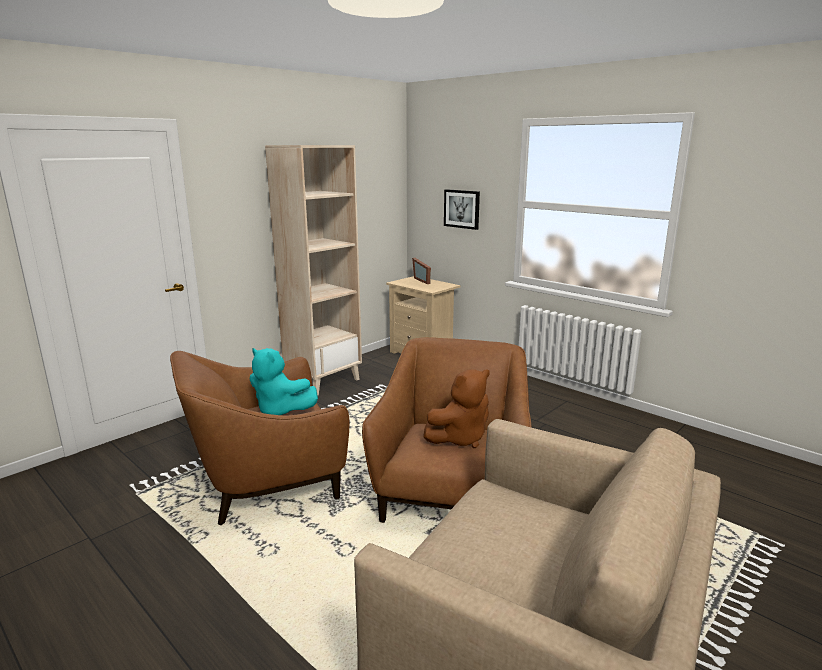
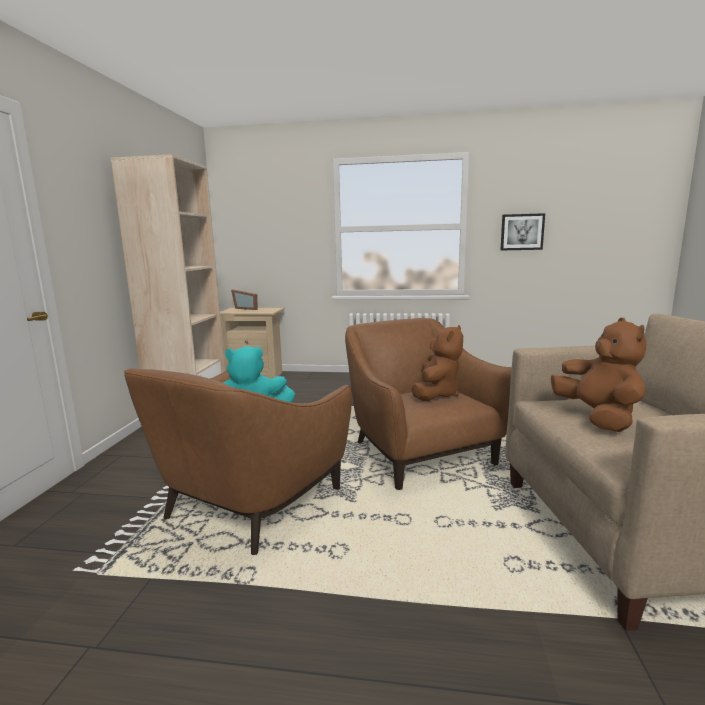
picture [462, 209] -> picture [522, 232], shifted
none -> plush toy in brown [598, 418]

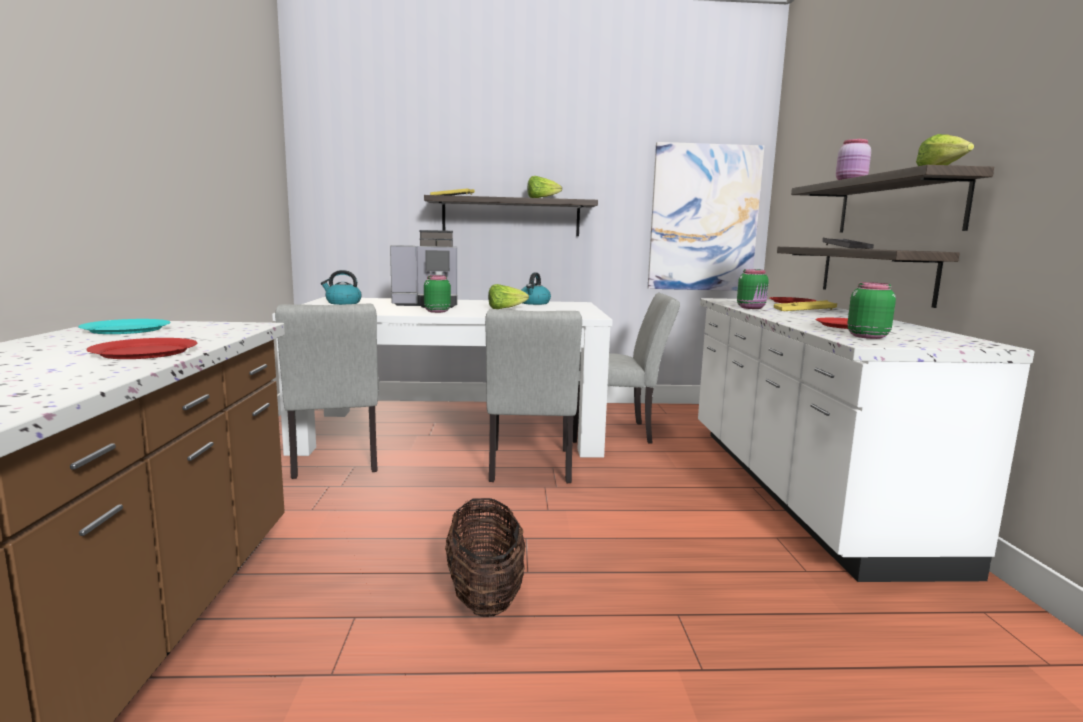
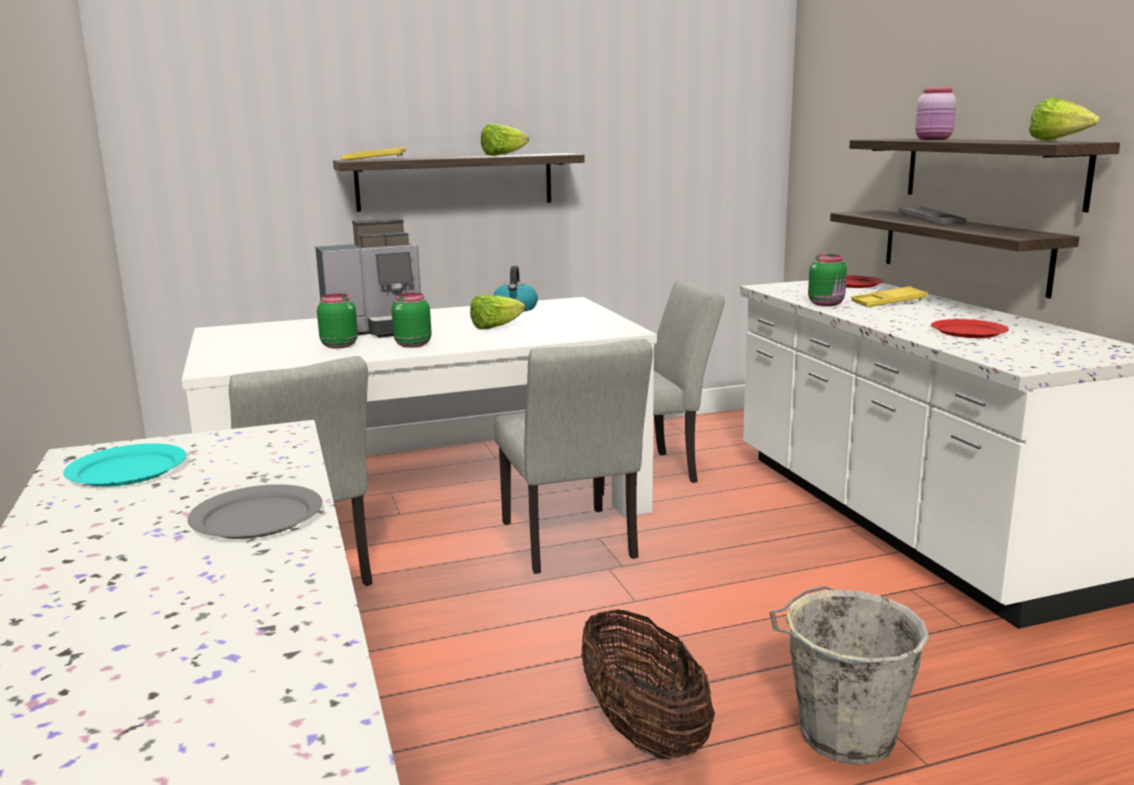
plate in red [145, 352] -> plate in grey [258, 517]
kettle [343, 303] -> none
picture [703, 218] -> none
jar in green [866, 336] -> jar in green [339, 345], shifted
none -> bucket in grey [842, 734]

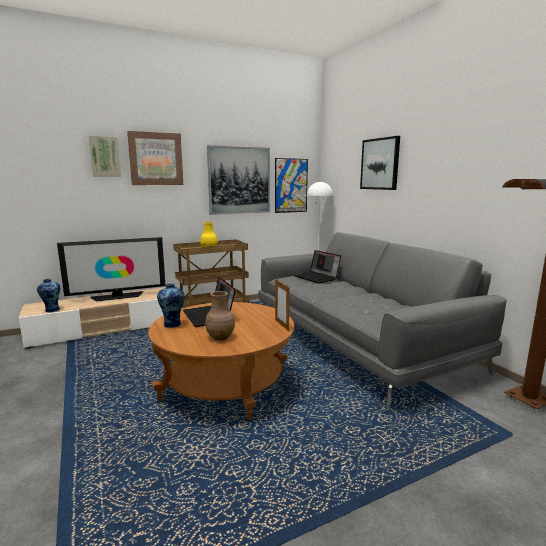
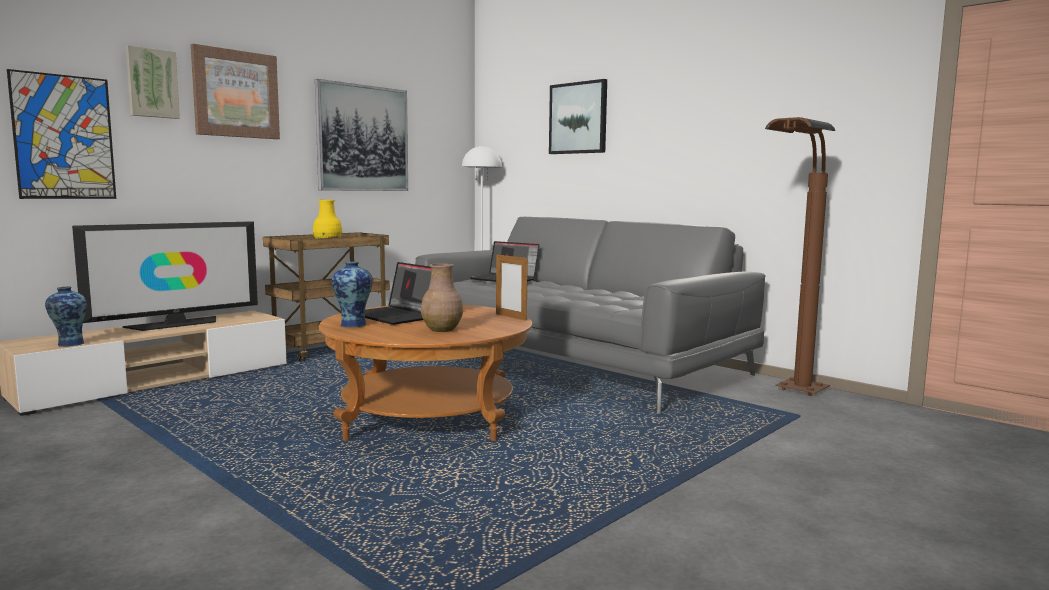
picture [291, 185] -> picture [64, 137], shifted

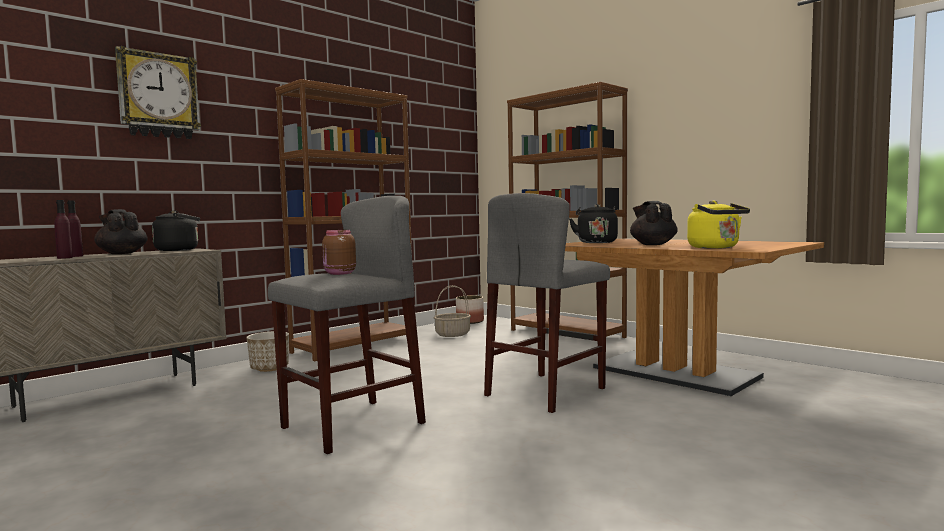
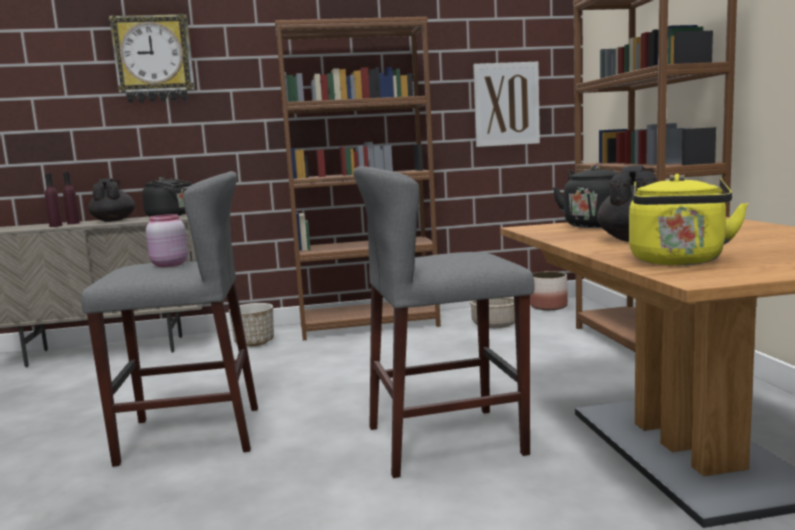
jar in brown [339, 273] -> jar in pink [168, 265]
none -> picture [506, 104]

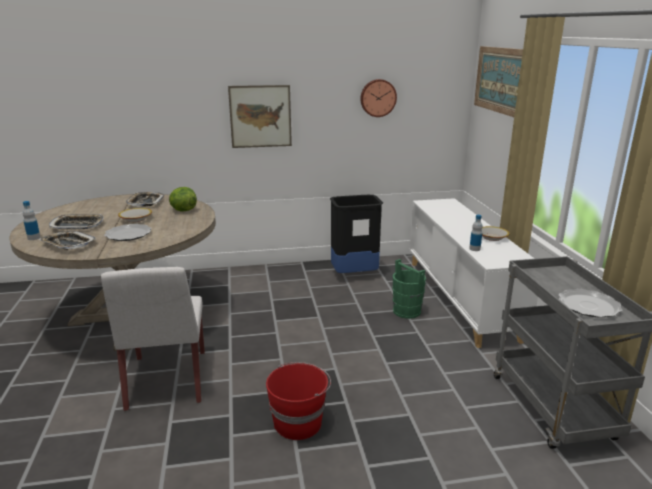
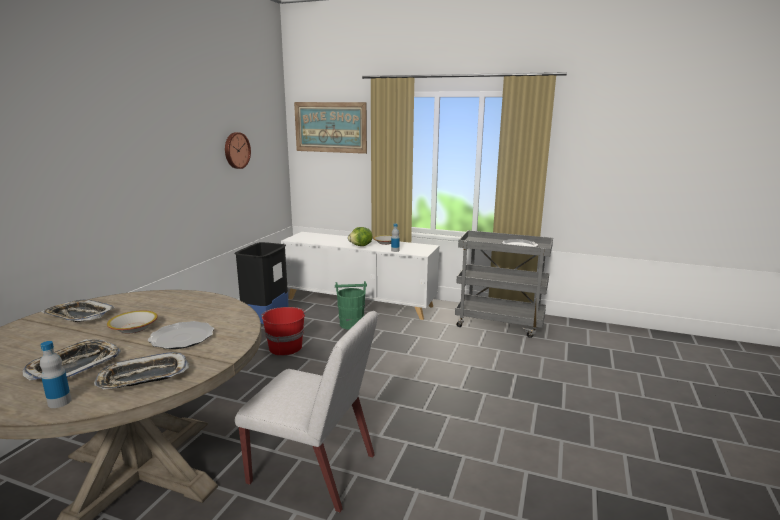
lettuce [183, 210] -> lettuce [361, 246], shifted
picture [260, 116] -> none
bucket in red [298, 422] -> bucket in red [285, 347], shifted

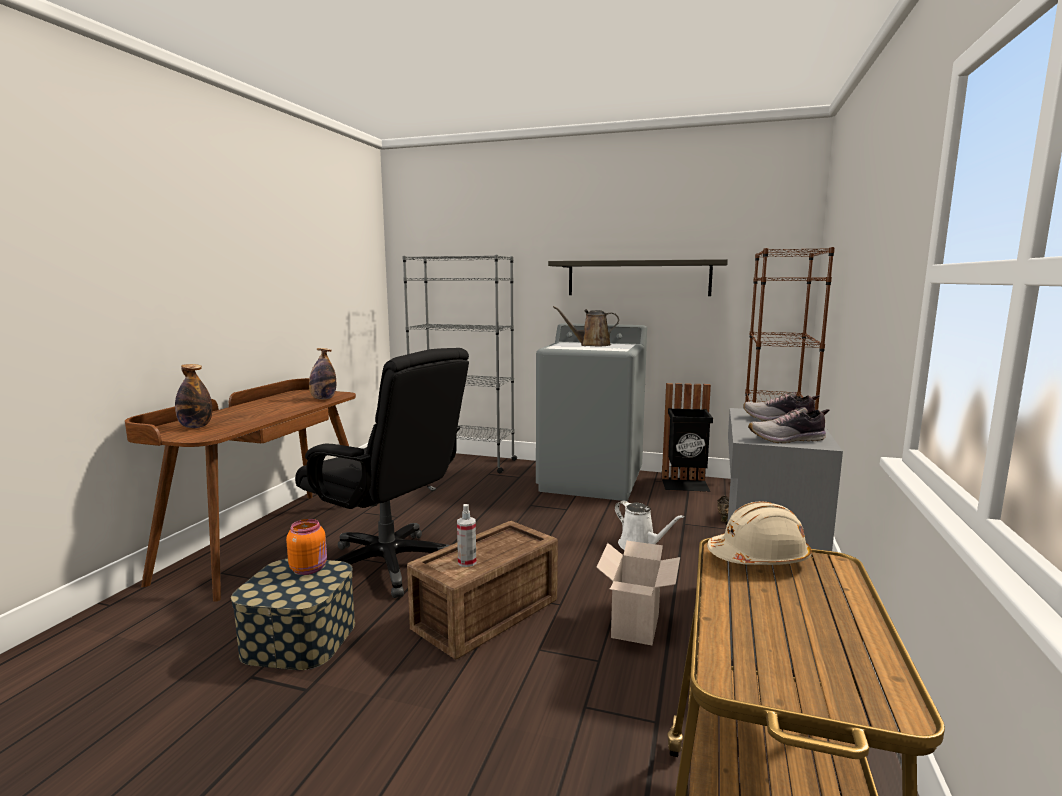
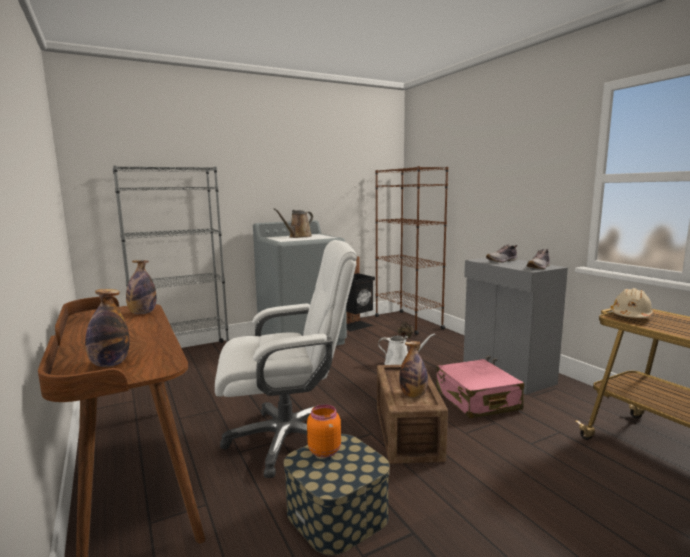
office chair in black [389, 564] -> office chair in white [287, 439]
spray bottle [467, 562] -> bottle [413, 395]
shelf [638, 278] -> none
cardboard box [637, 627] -> suitcase in pink [477, 400]

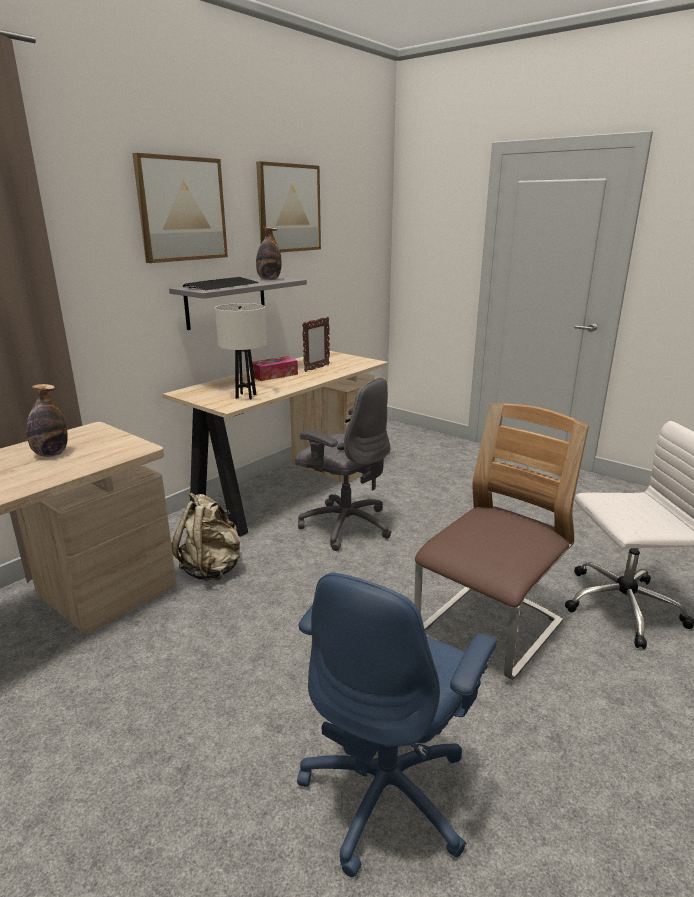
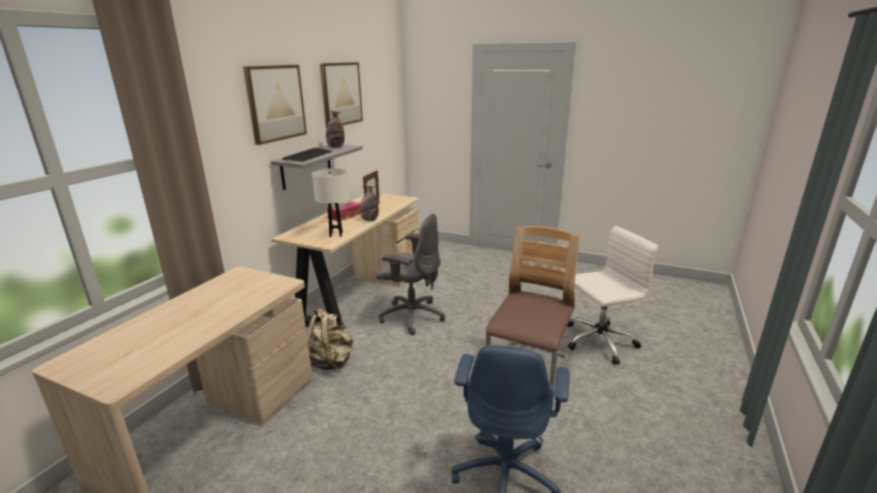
bottle [51, 454] -> bottle [369, 220], shifted

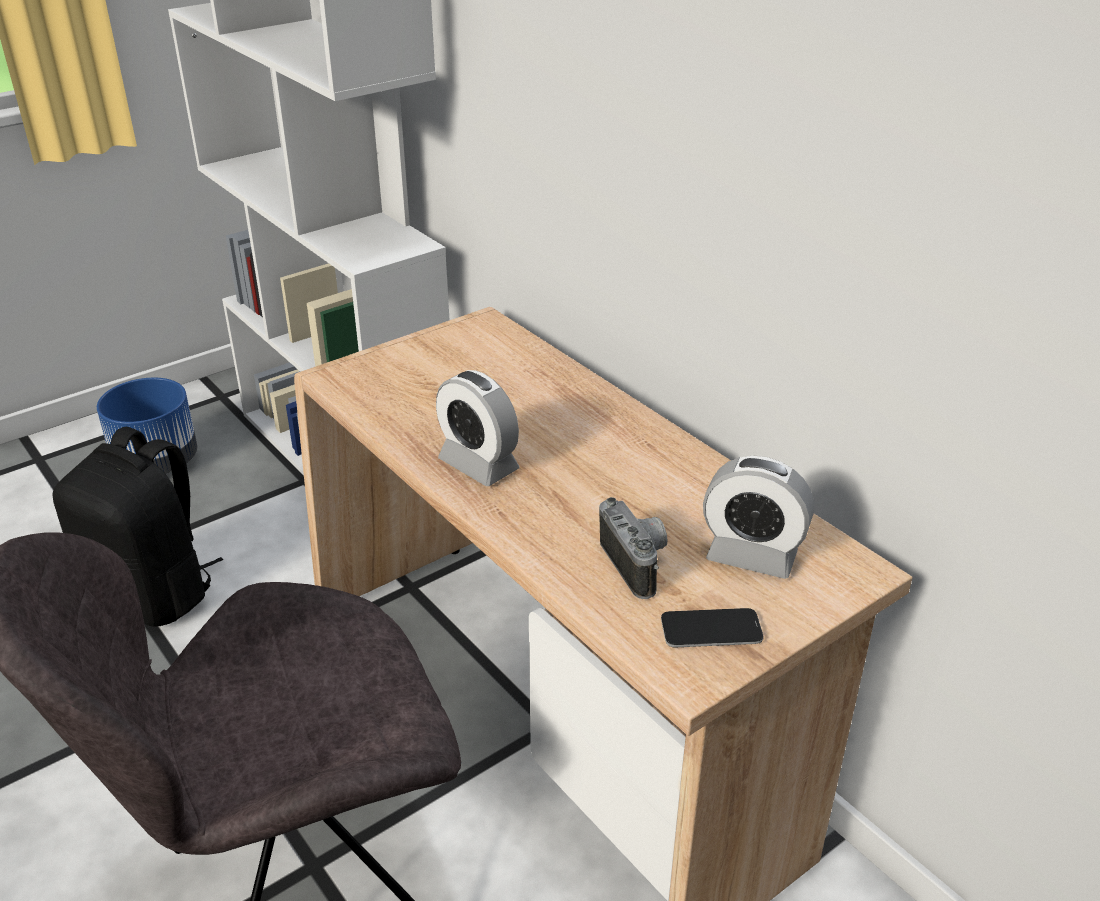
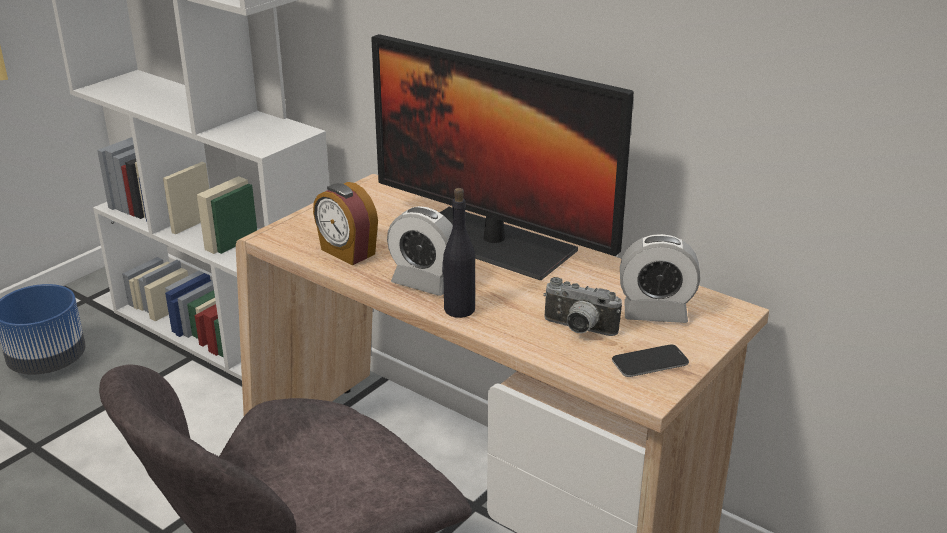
backpack in black [154, 593] -> none
photo camera [638, 564] -> photo camera [578, 330], 150 degrees clockwise
none -> alarm clock [347, 252]
none -> monitor [492, 243]
none -> bottle in black [459, 309]

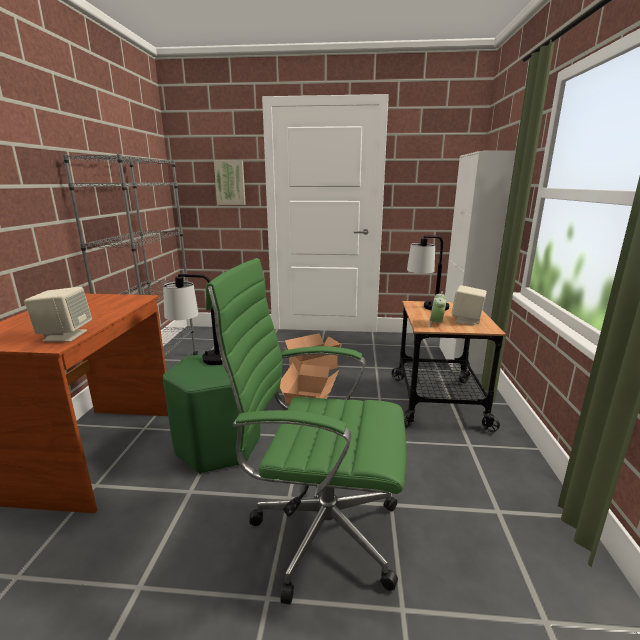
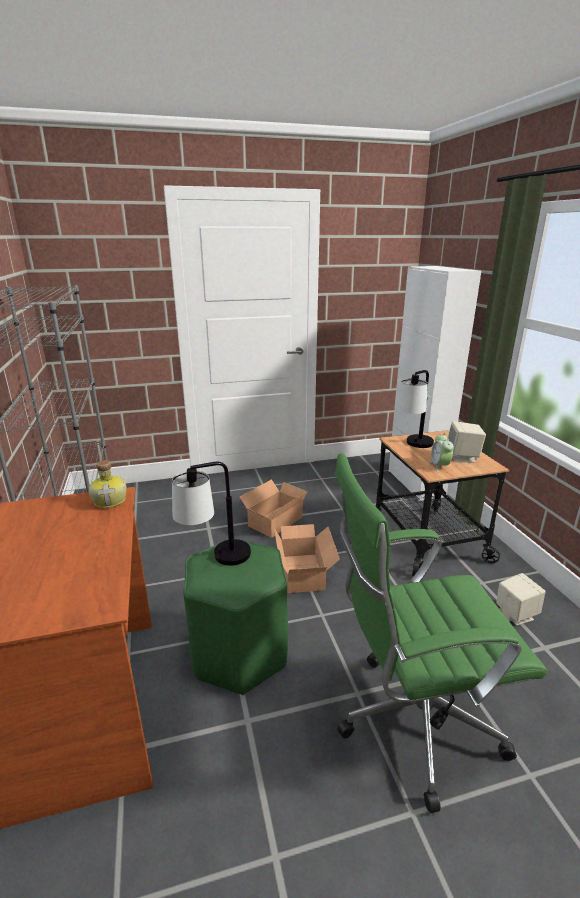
speaker in beige [65, 335] -> speaker in beige [515, 614], shifted
picture [230, 183] -> none
none -> bottle [111, 500]

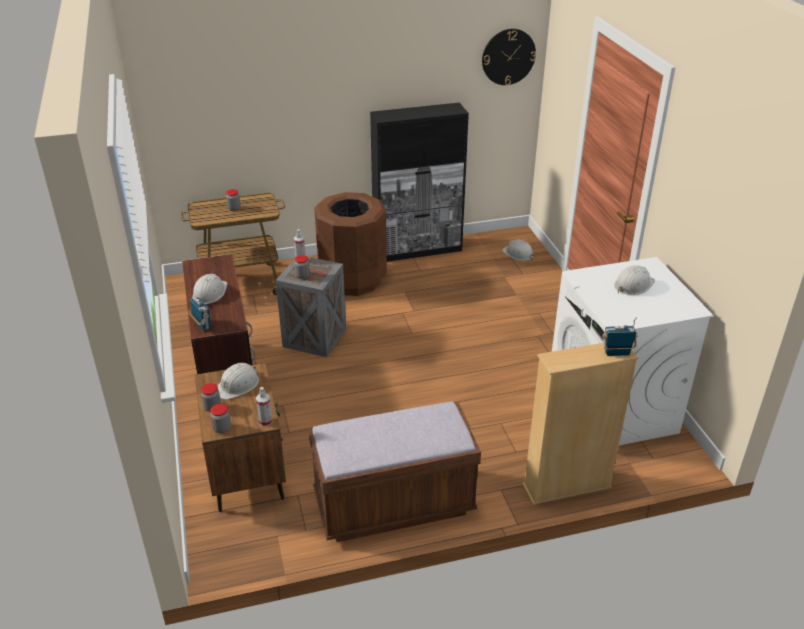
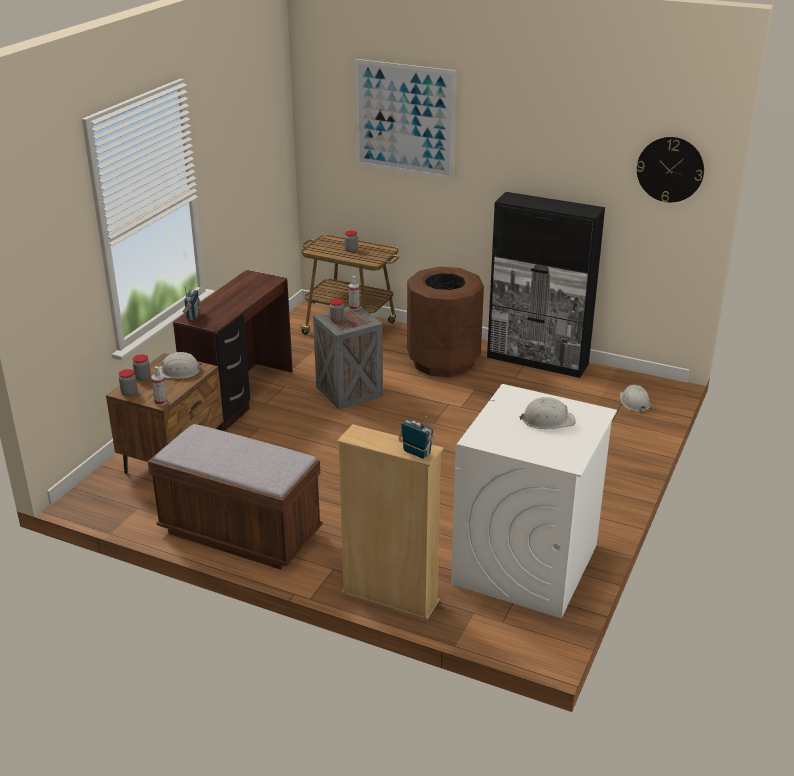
hard hat in white [209, 293] -> none
none -> picture [404, 119]

